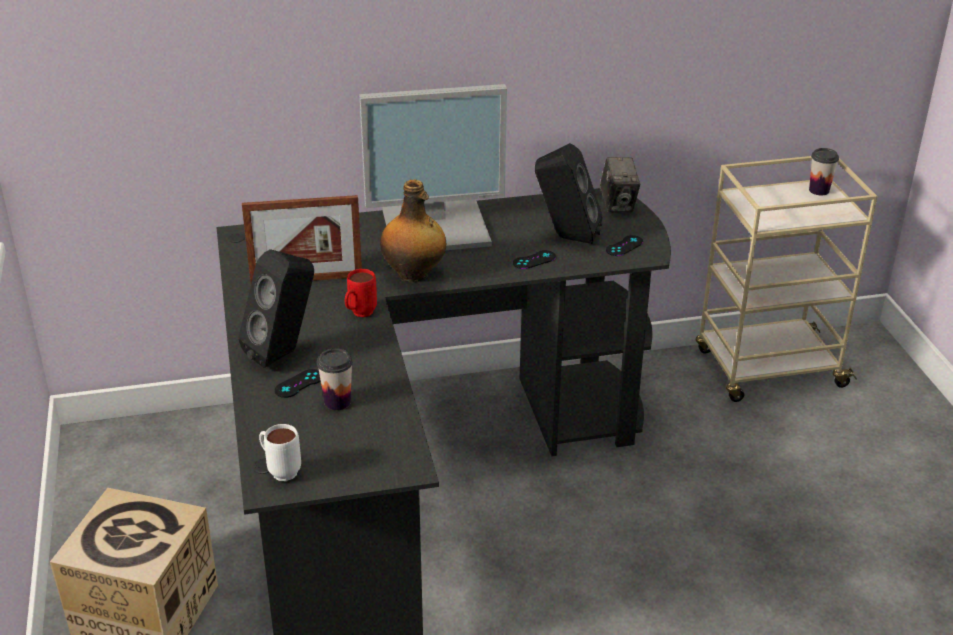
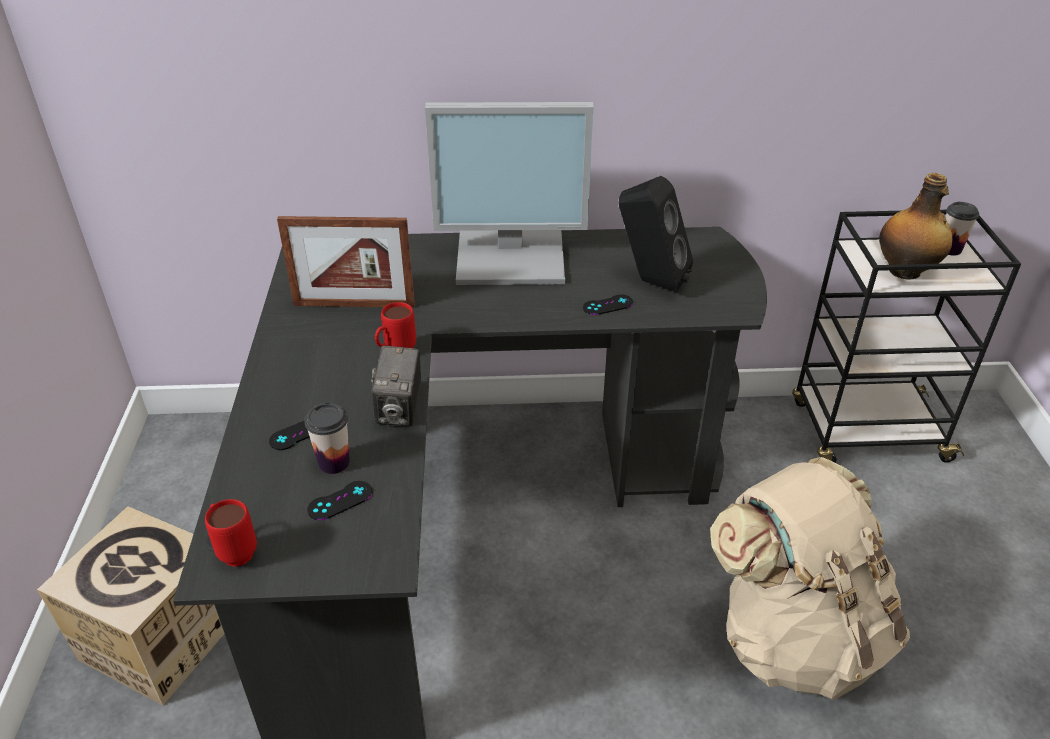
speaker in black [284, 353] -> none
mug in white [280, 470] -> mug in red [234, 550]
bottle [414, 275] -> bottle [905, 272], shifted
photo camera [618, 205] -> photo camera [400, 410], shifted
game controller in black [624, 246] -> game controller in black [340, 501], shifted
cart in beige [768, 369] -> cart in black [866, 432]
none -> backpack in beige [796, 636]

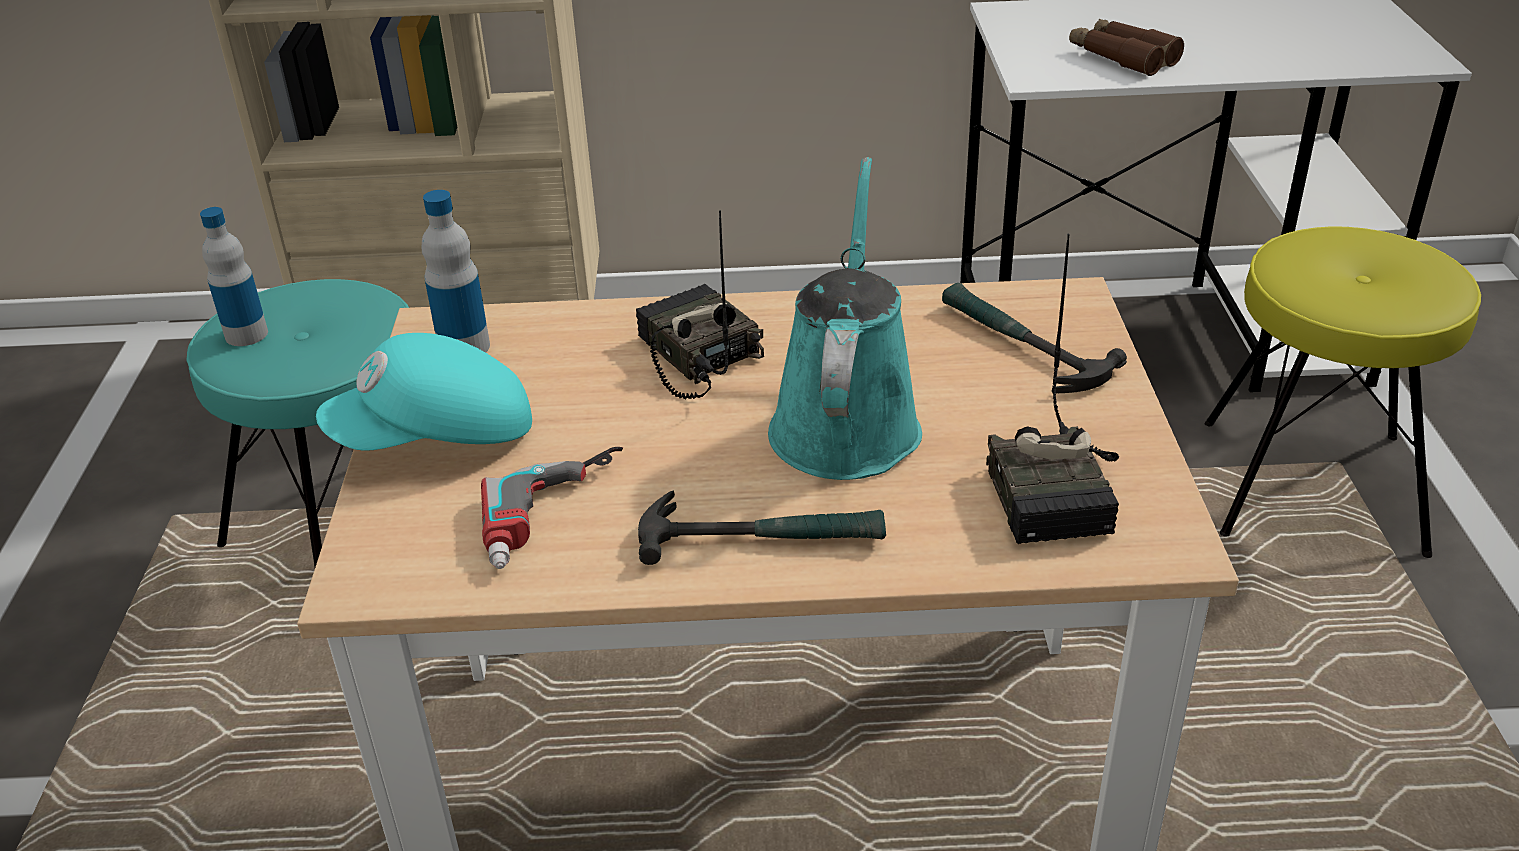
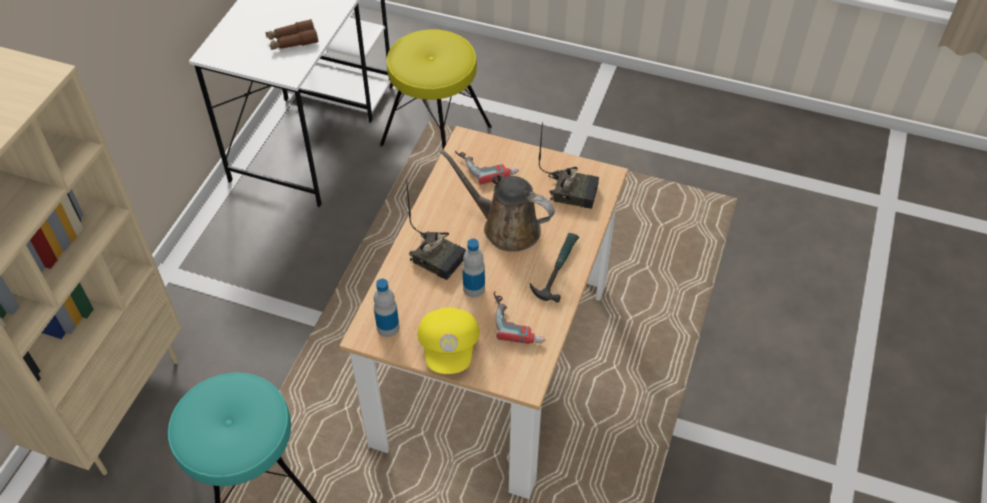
bottle [246, 334] -> bottle [474, 288], shifted
cap in turquoise [437, 438] -> cap in yellow [450, 348]
radio [694, 355] -> radio [438, 256], 135 degrees counterclockwise
watering can in turquoise [846, 422] -> watering can in brown [506, 227]
hammer [1019, 345] -> power drill [487, 165]

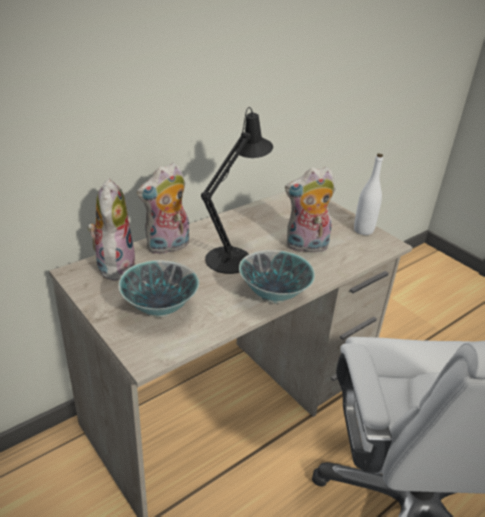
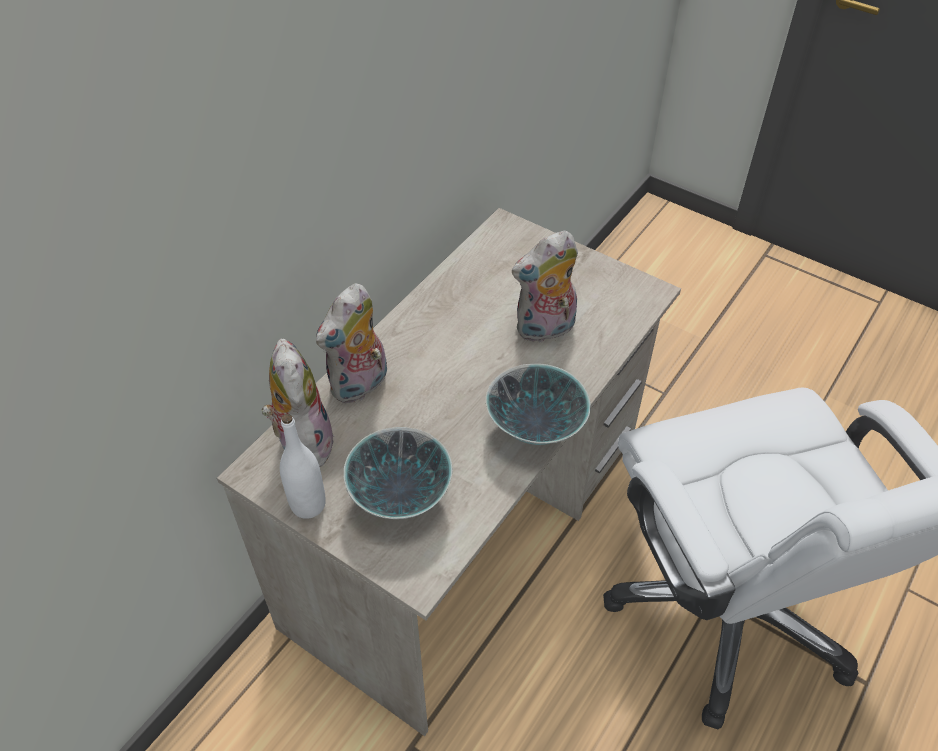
table lamp in black [233, 256] -> none
bottle in white [363, 230] -> bottle in white [308, 504], shifted

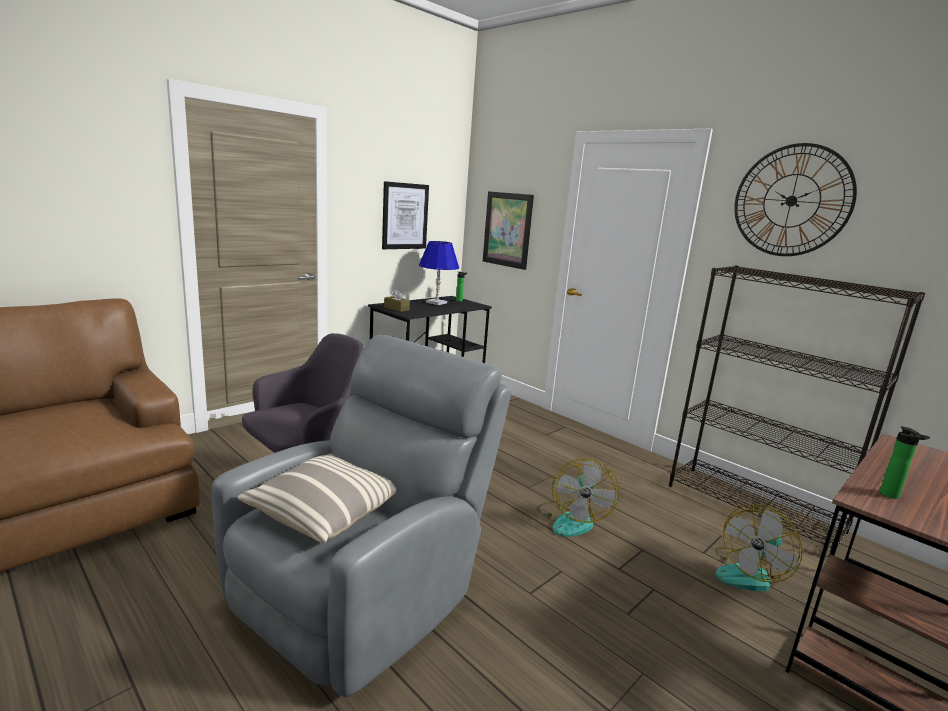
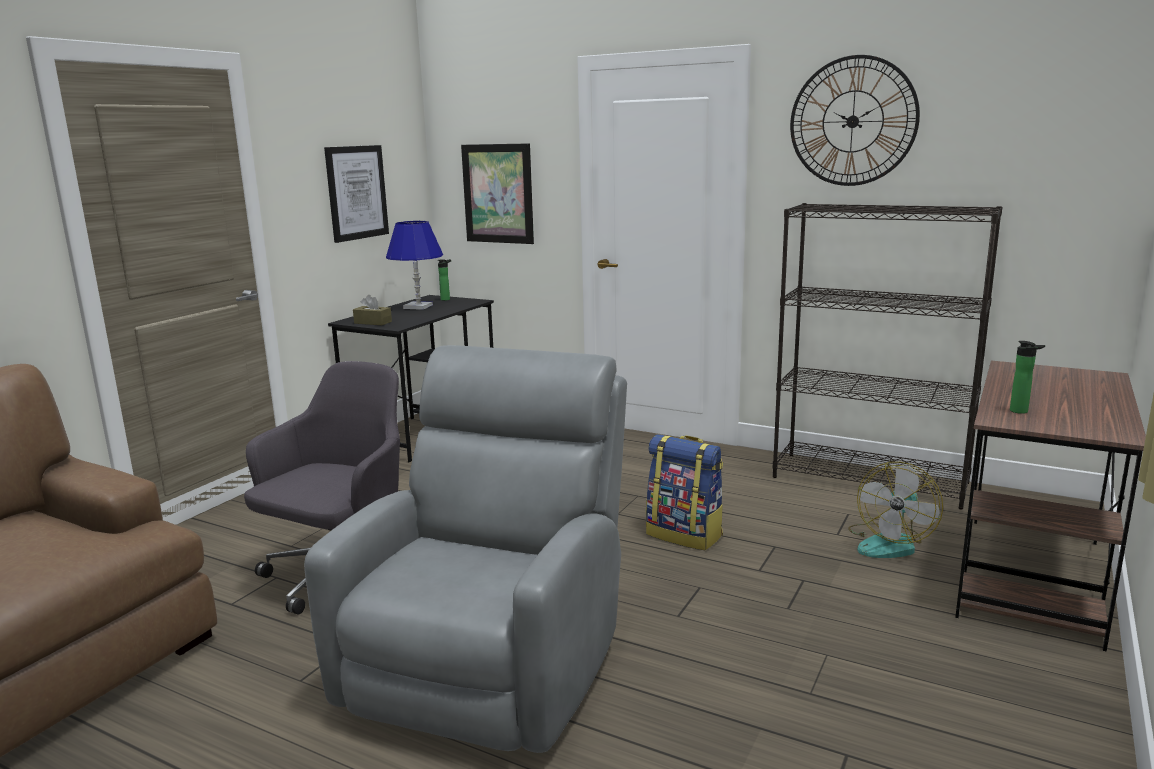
pillow [325, 512] -> none
fan [572, 519] -> backpack [685, 535]

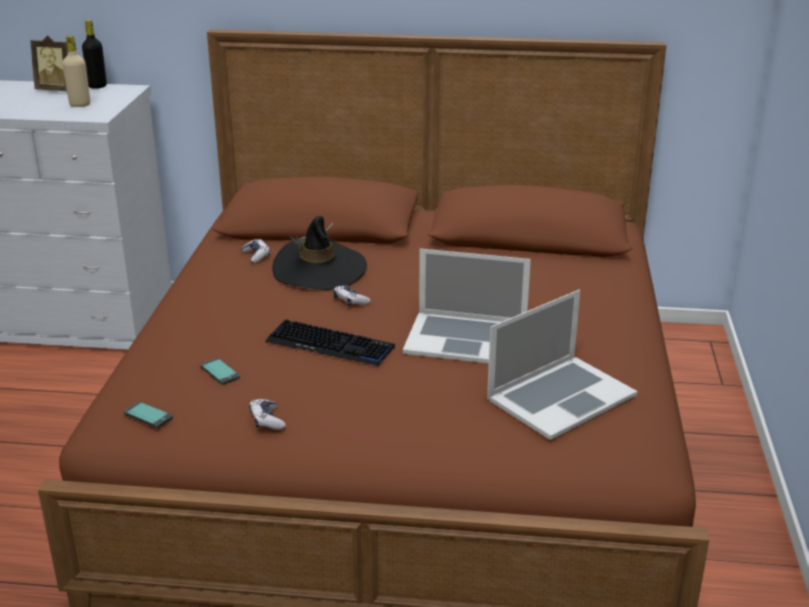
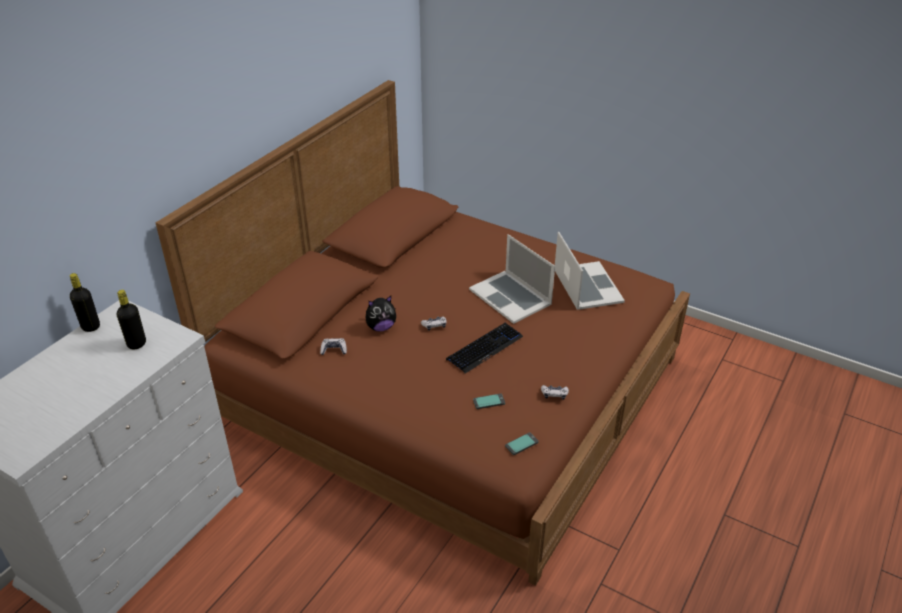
picture frame [57, 90] -> none
bottle in beige [80, 104] -> bottle in black [136, 344]
hat in black [319, 270] -> plush toy [381, 327]
laptop [466, 339] -> laptop [510, 296], 105 degrees clockwise

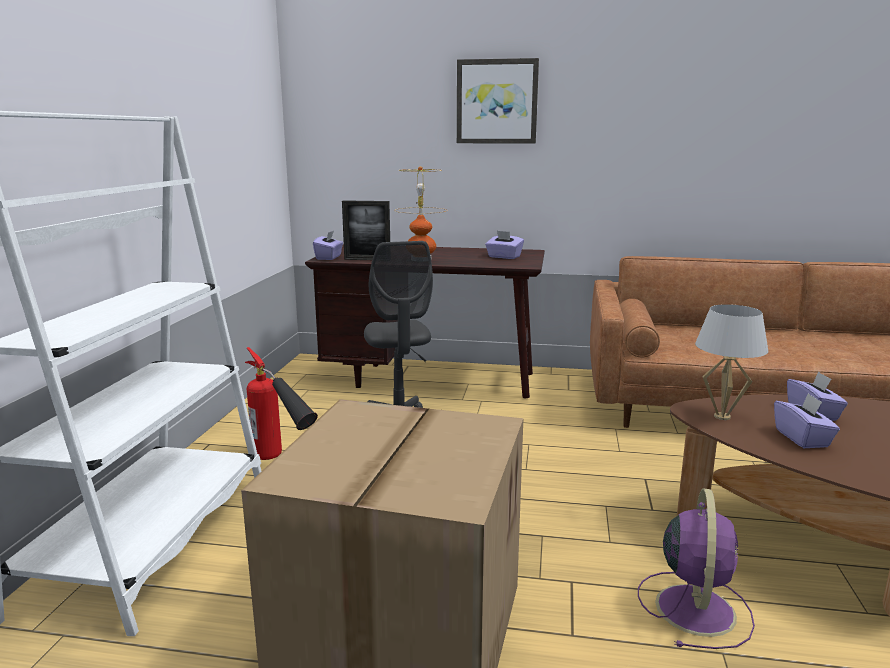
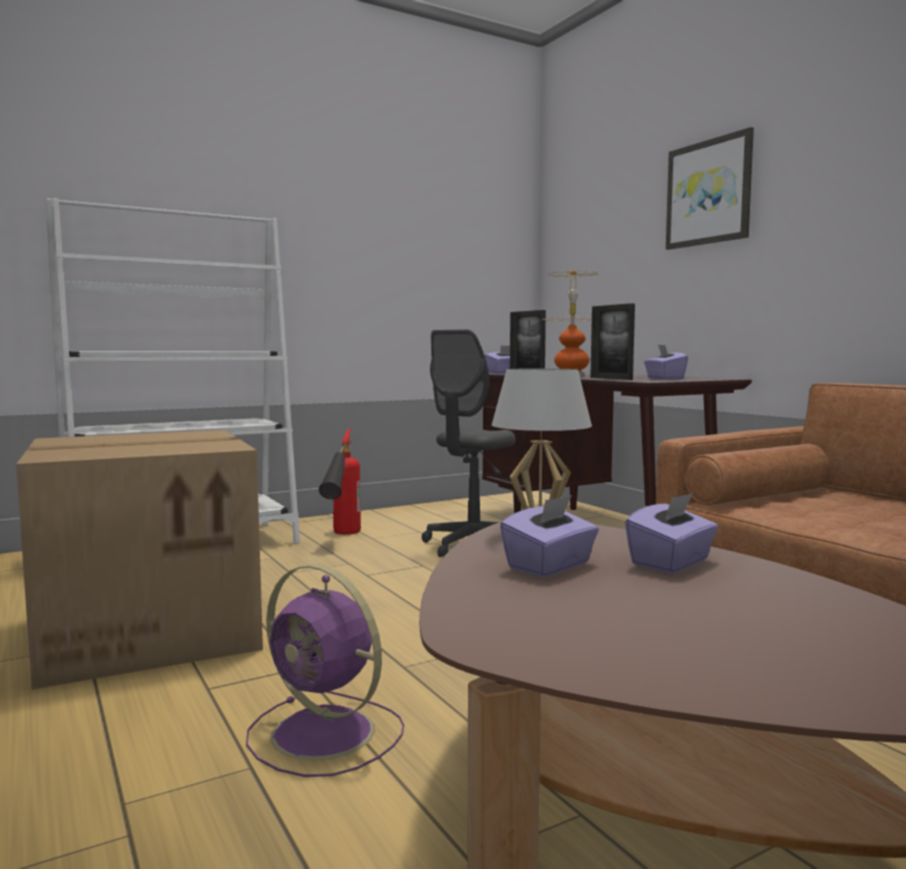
fan in purple [694, 607] -> fan in purple [326, 734], 60 degrees clockwise
none -> picture frame [610, 378]

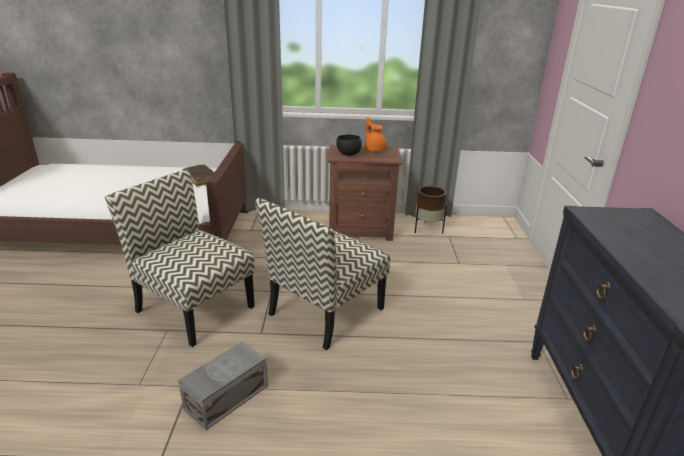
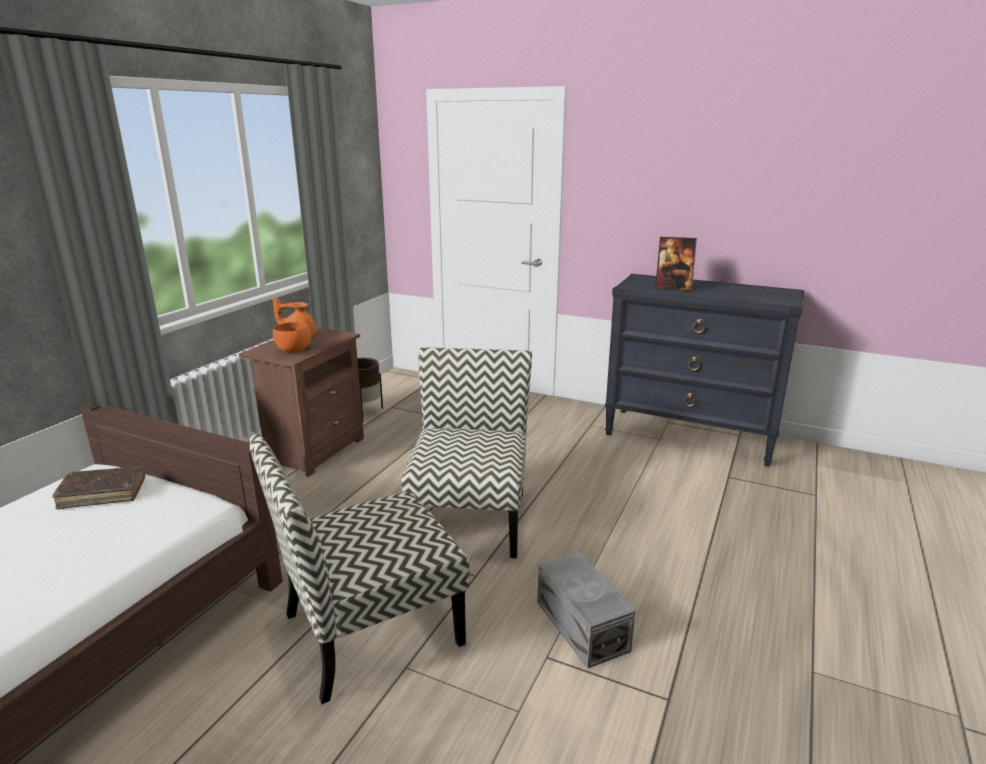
chair [325, 312] -> chair [469, 519], 150 degrees counterclockwise
bowl in black [348, 154] -> bowl in orange [293, 351]
none -> picture frame [673, 288]

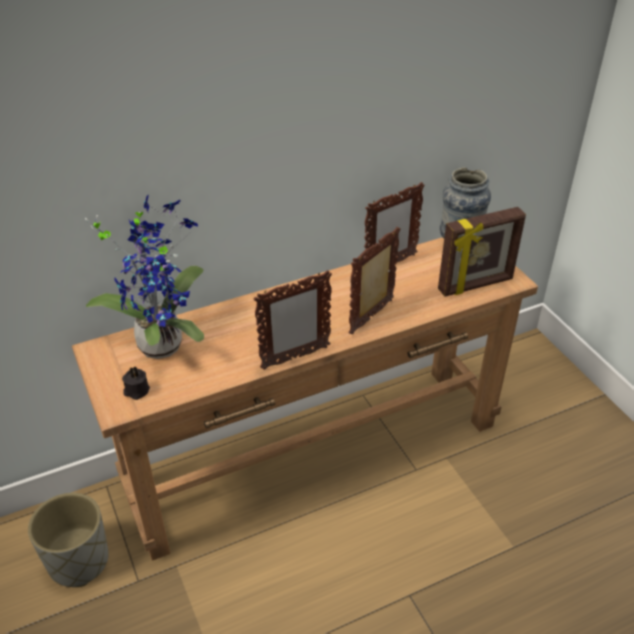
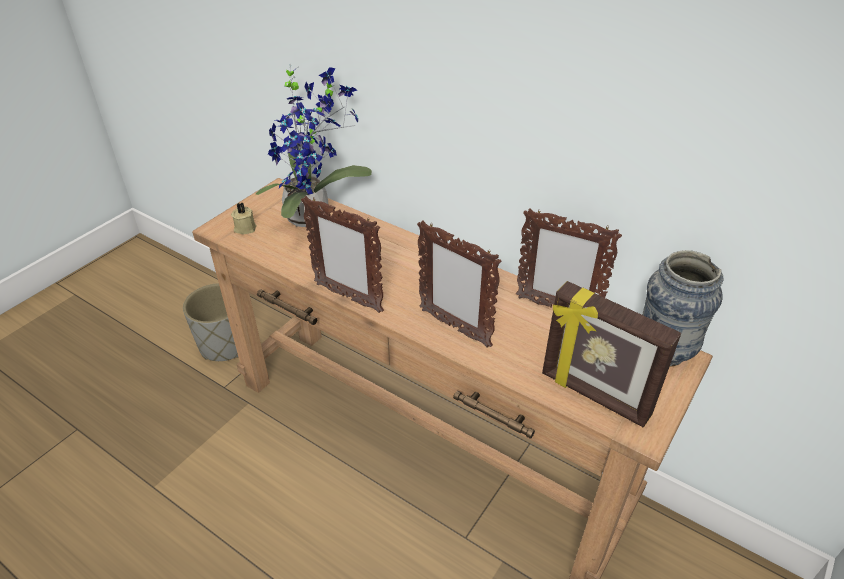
candle in black [136, 391] -> candle in beige [245, 228]
picture frame [372, 317] -> picture frame [454, 327], 150 degrees counterclockwise

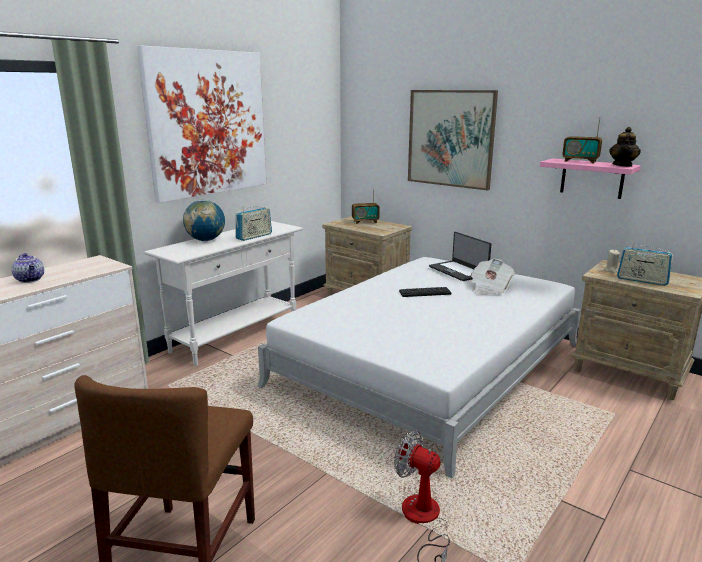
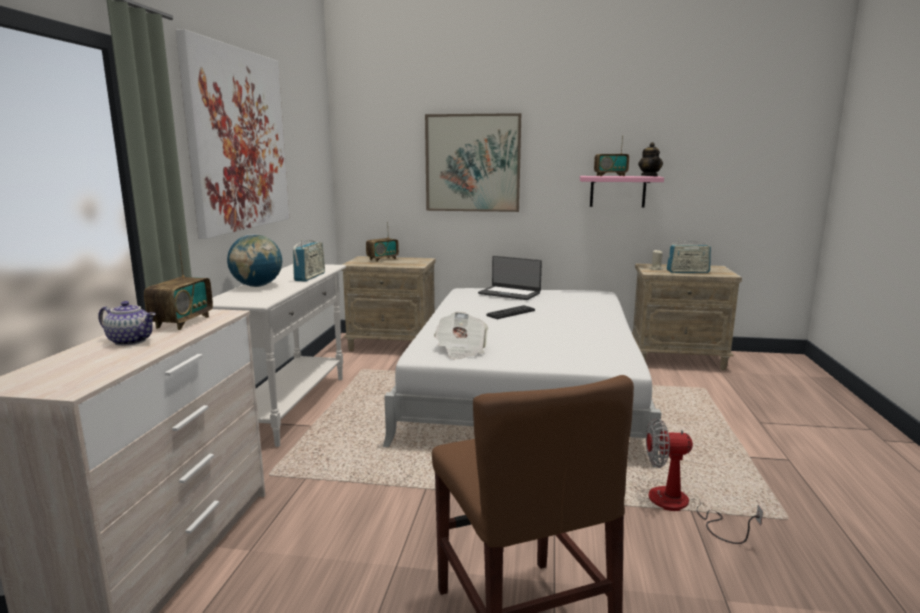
newspaper [489, 288] -> newspaper [461, 350], shifted
none -> radio [182, 322]

